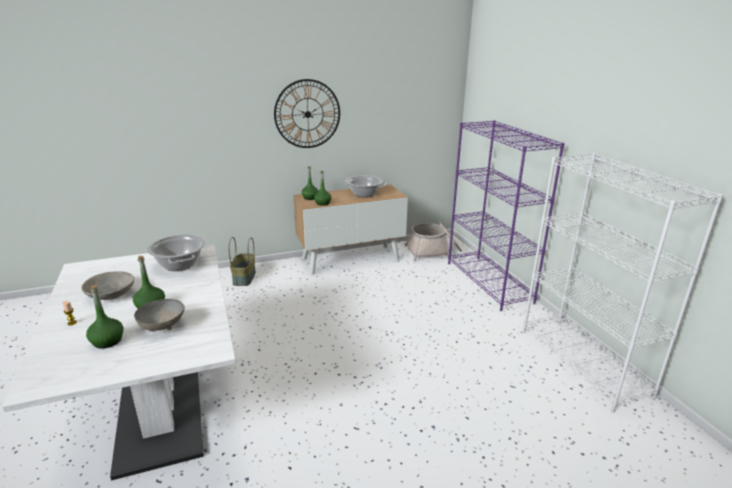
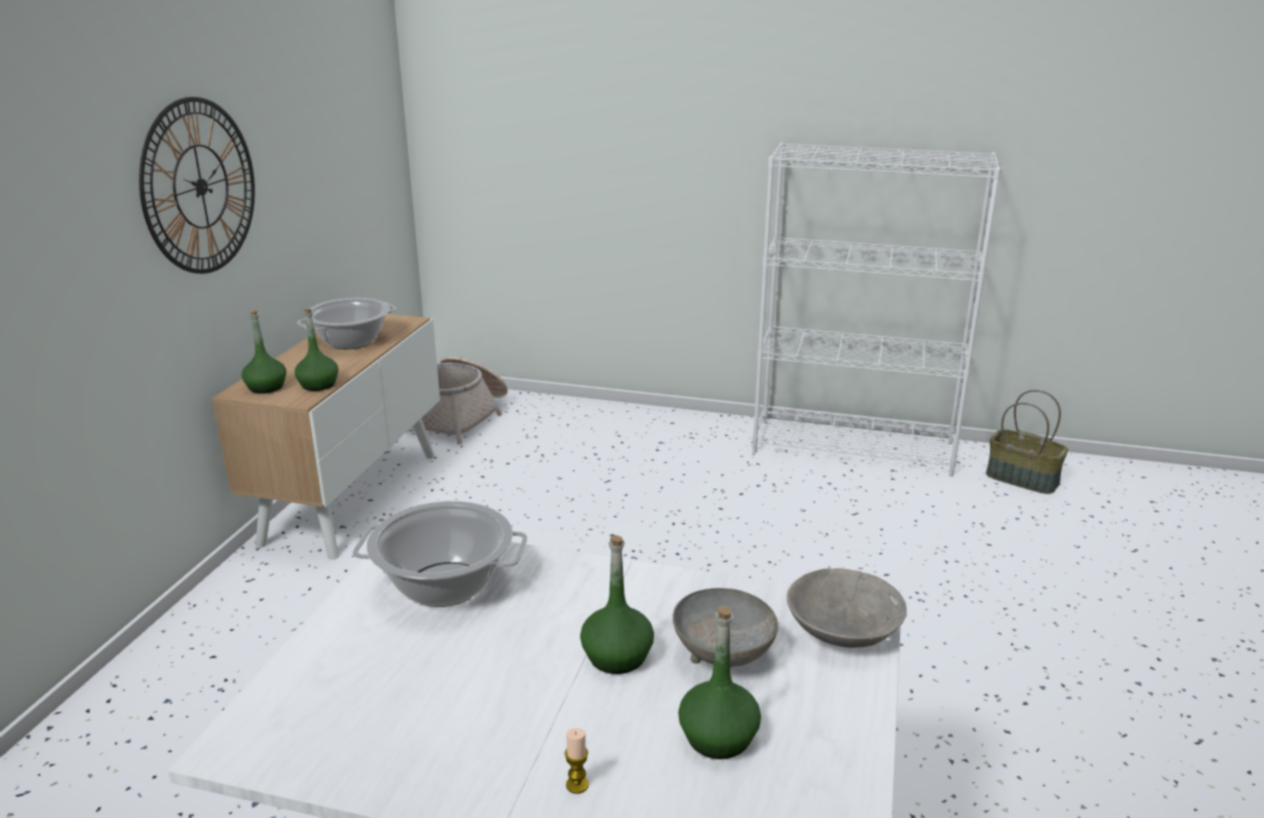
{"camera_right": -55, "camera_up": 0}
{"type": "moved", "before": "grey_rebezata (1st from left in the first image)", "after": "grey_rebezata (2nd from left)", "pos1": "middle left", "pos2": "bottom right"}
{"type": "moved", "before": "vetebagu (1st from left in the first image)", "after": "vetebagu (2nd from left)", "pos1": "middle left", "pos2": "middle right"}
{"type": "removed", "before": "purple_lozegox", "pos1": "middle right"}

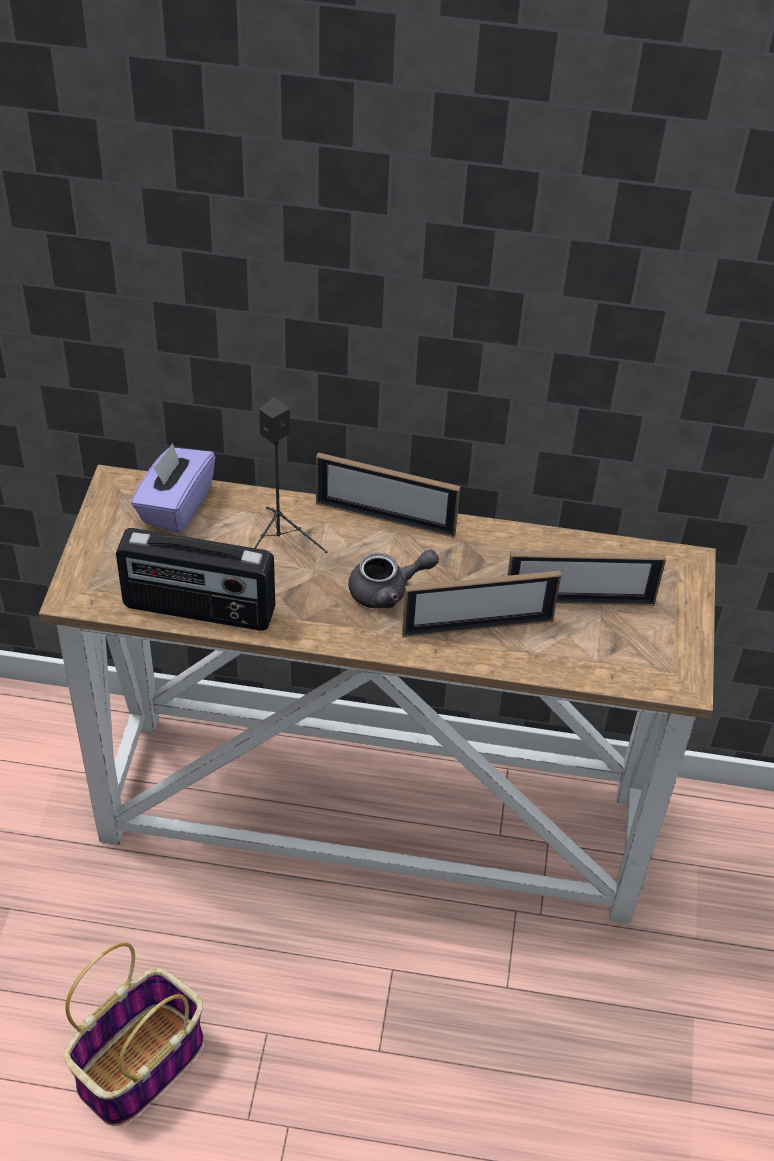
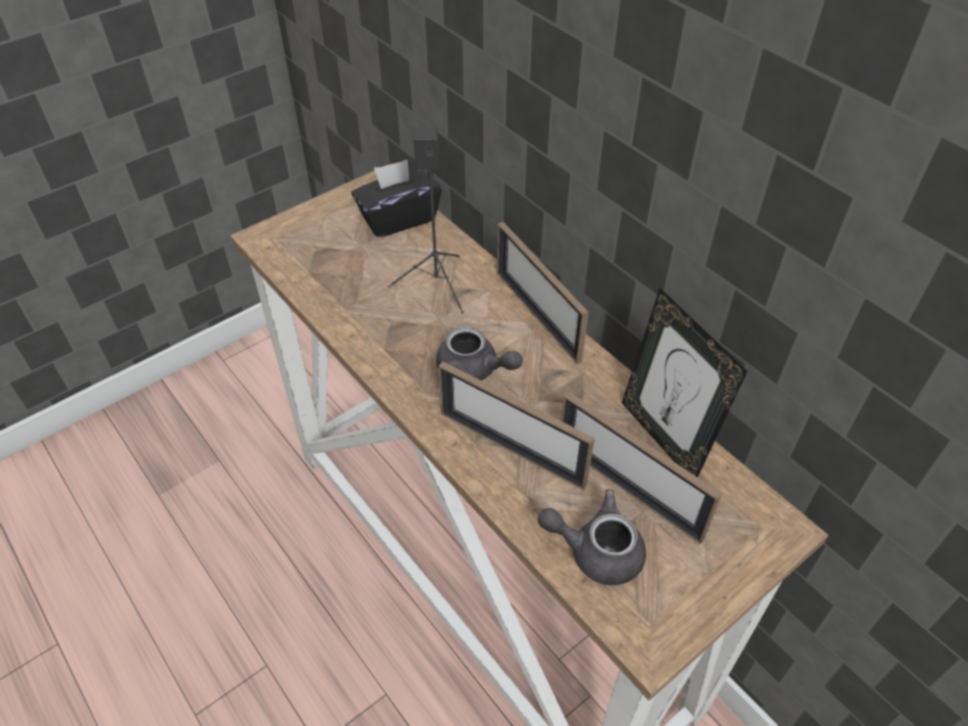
{"camera_right": 45, "camera_up": 0}
{"type": "recoloured", "before": "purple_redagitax", "after": "black_redagitax", "pos1": "middle left", "pos2": "top centre"}
{"type": "added", "after": "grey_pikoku (2nd from left)", "pos2": "bottom centre"}
{"type": "added", "after": "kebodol (4th from left)", "pos2": "middle right"}
{"type": "removed", "before": "vetebagu", "pos1": "bottom left"}
{"type": "removed", "before": "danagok", "pos1": "middle left"}

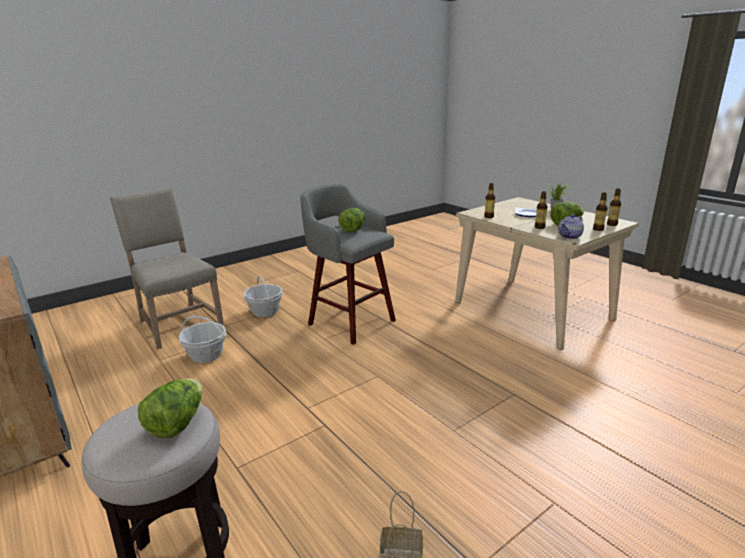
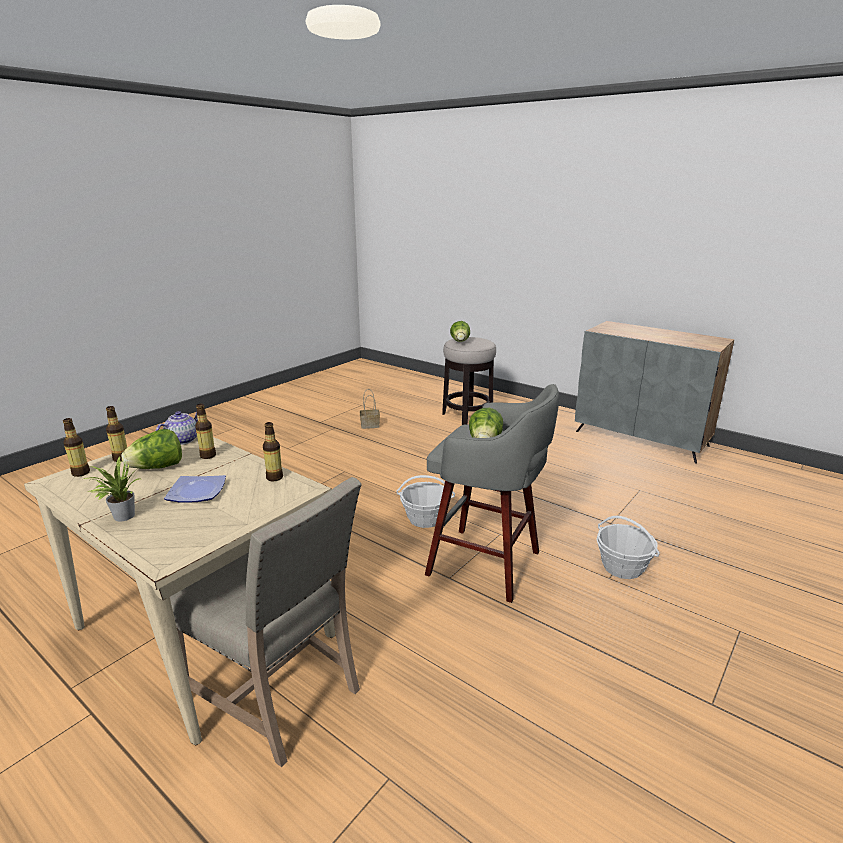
{"camera_right": 165, "camera_up": 0}
{"type": "moved", "before": "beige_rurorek", "pos1": "middle left", "pos2": "bottom left"}
{"type": "moved", "before": "vetebagu (1st from left in the first image)", "after": "vetebagu (2nd from left)", "pos1": "middle left", "pos2": "centre"}

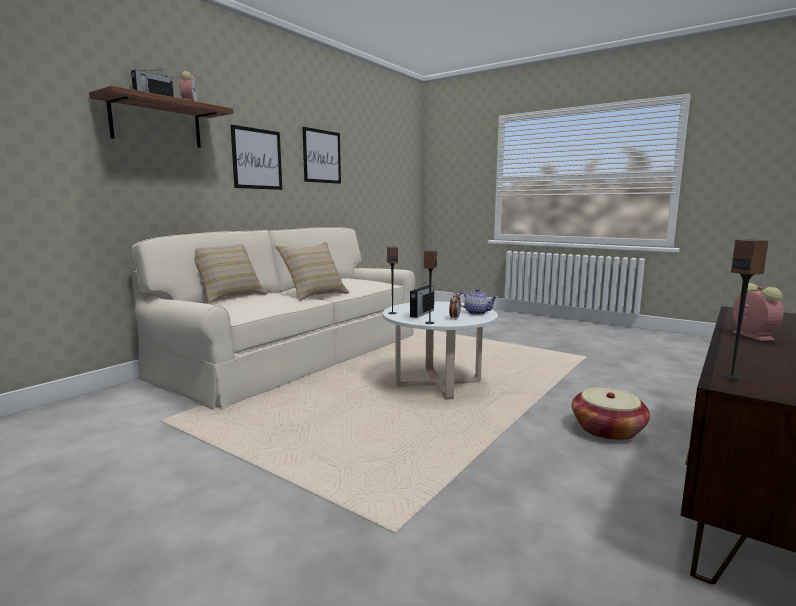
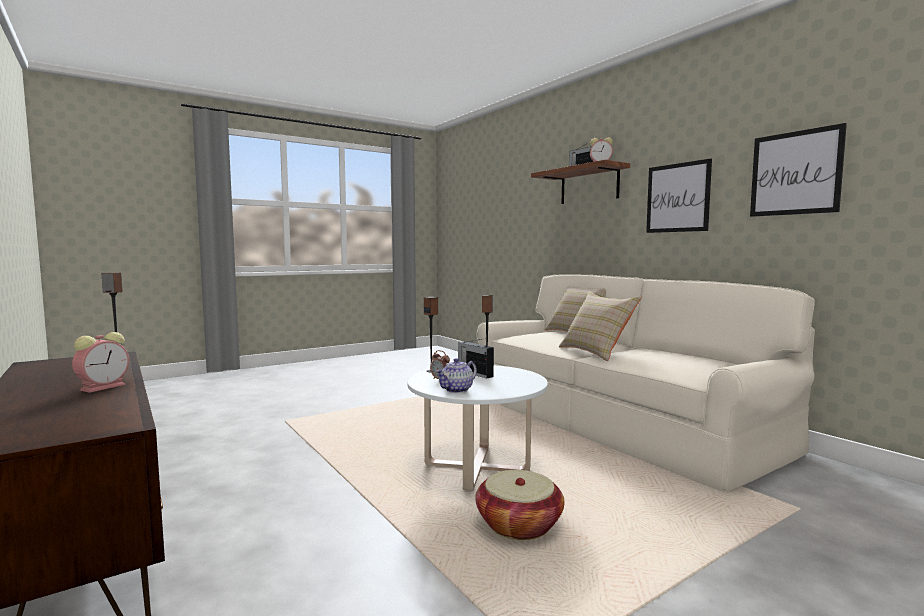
{"camera_right": 110, "camera_up": -5}
{"type": "turned", "before": "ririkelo (3rd from left in the first image)", "pos1": "middle right", "pos2": "middle left", "turn": -75}
{"type": "moved", "before": "vetebagu", "pos1": "bottom right", "pos2": "bottom centre"}

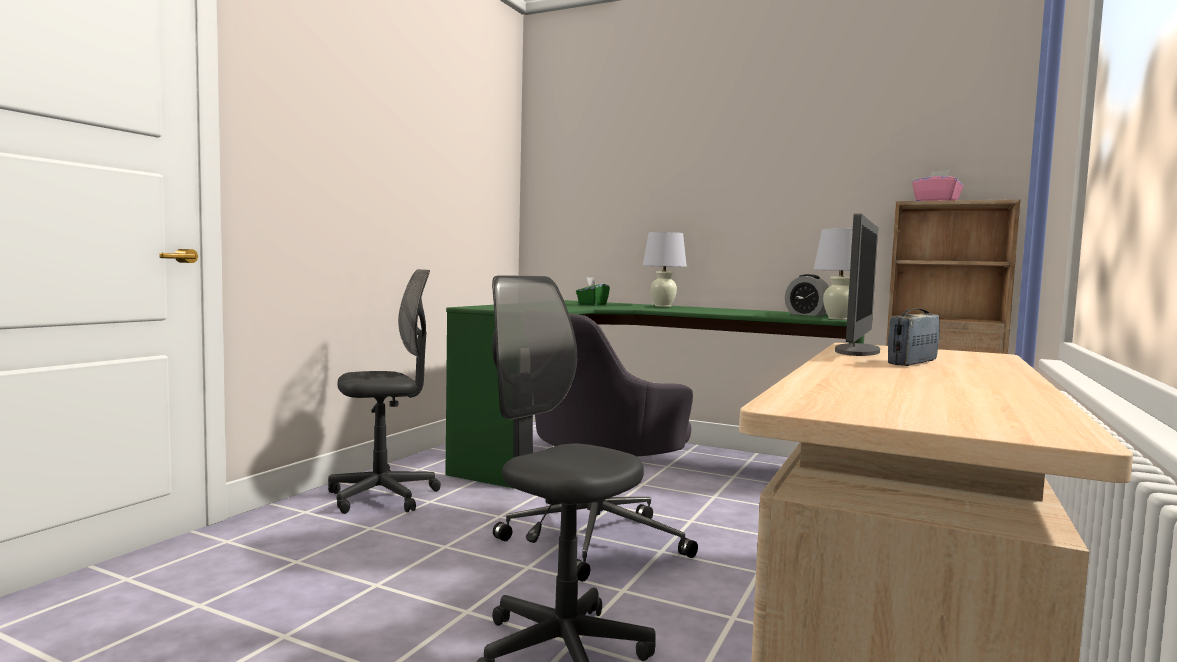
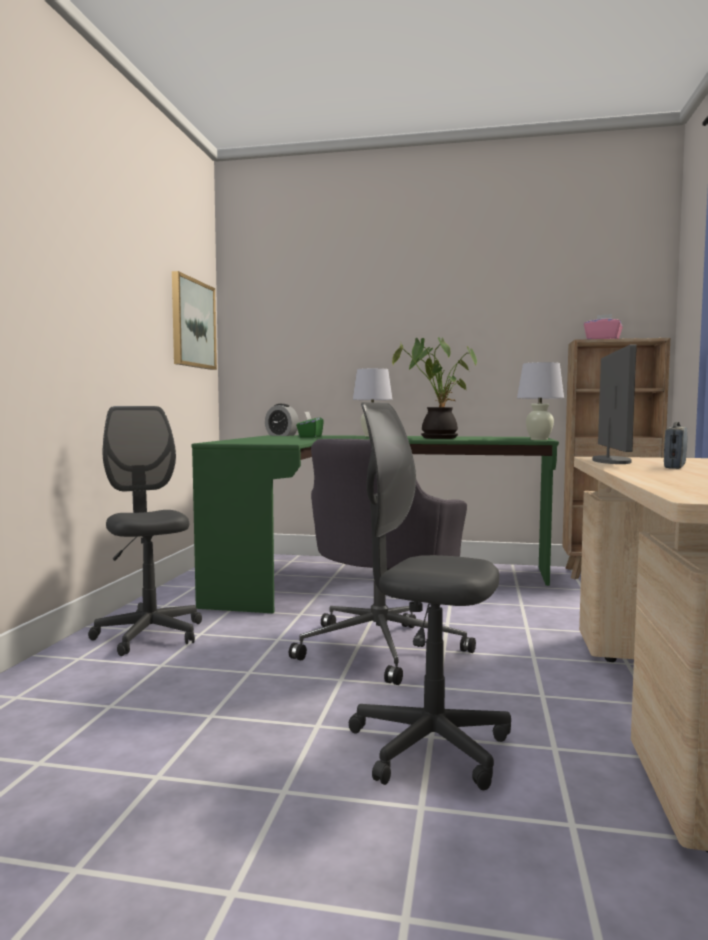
{"camera_right": -15, "camera_up": 0}
{"type": "turned", "before": "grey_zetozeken (1st from left)", "pos1": "middle left", "pos2": "middle left", "turn": -75}
{"type": "added", "after": "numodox", "pos2": "middle left"}
{"type": "moved", "before": "ririkelo", "pos1": "middle right", "pos2": "centre"}
{"type": "added", "after": "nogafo", "pos2": "centre"}

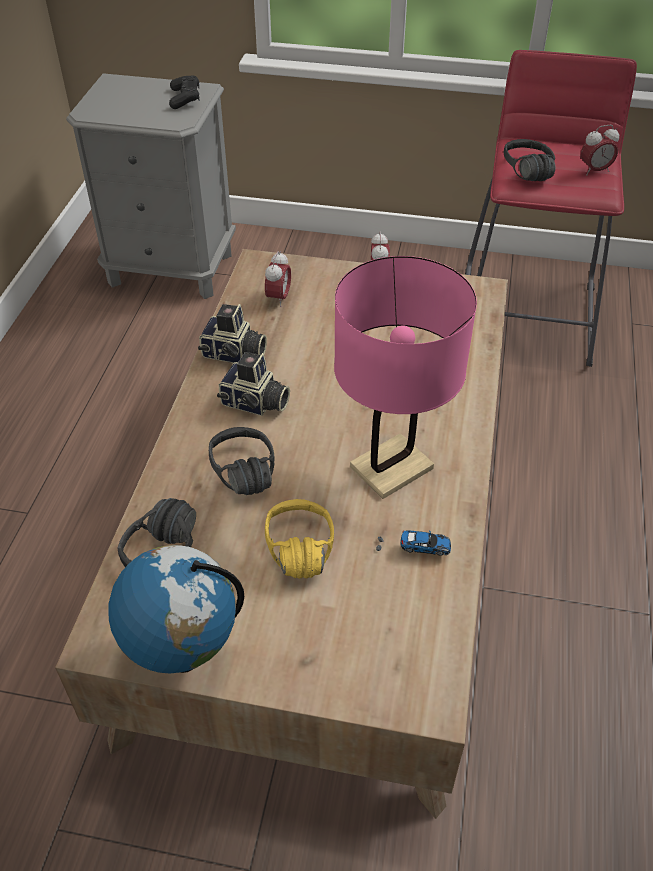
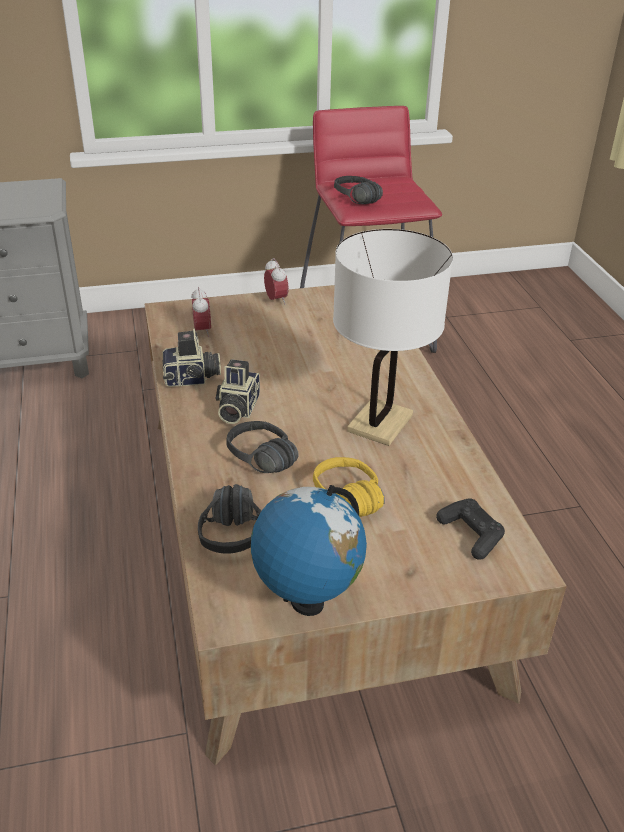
{"camera_right": -25, "camera_up": -10}
{"type": "turned", "before": "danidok (2nd from left)", "pos1": "centre", "pos2": "centre", "turn": 105}
{"type": "recoloured", "before": "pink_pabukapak", "after": "white_pabukapak", "pos1": "centre", "pos2": "centre"}
{"type": "moved", "before": "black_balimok", "pos1": "top left", "pos2": "middle right"}
{"type": "removed", "before": "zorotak", "pos1": "centre"}
{"type": "removed", "before": "ririkelo (3rd from left)", "pos1": "top right"}

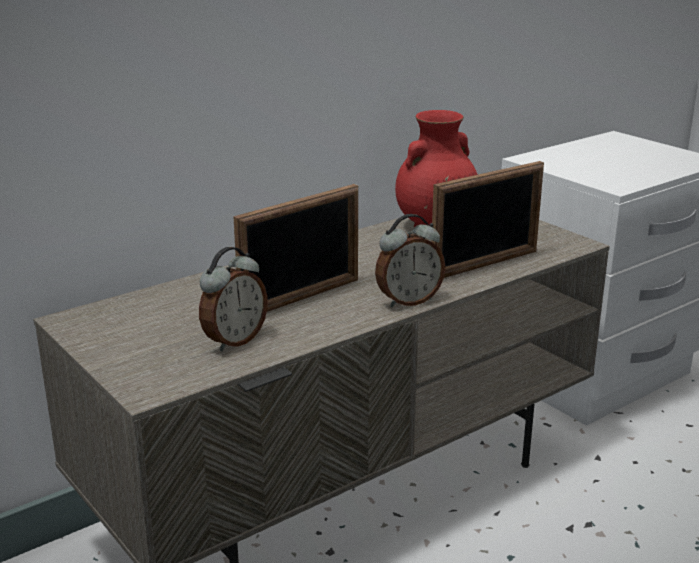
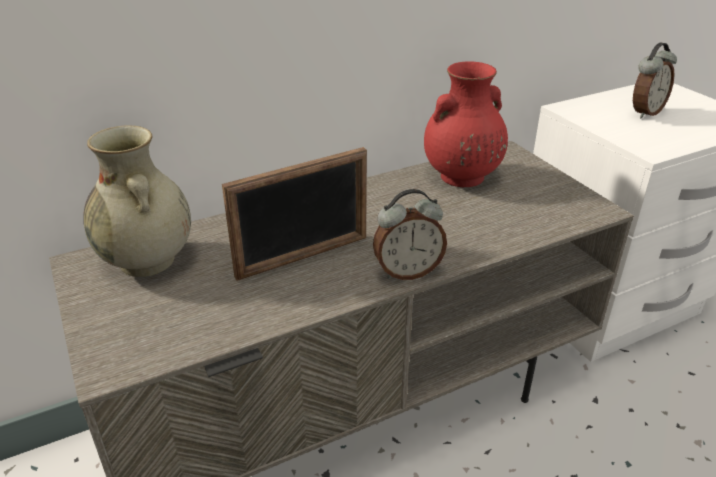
{"camera_right": 10, "camera_up": 10}
{"type": "added", "after": "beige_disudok", "pos2": "middle left"}
{"type": "moved", "before": "ririkelo (1st from left in the first image)", "after": "ririkelo (2nd from left)", "pos1": "centre", "pos2": "top right"}
{"type": "removed", "before": "kebodol (2nd from left)", "pos1": "middle right"}

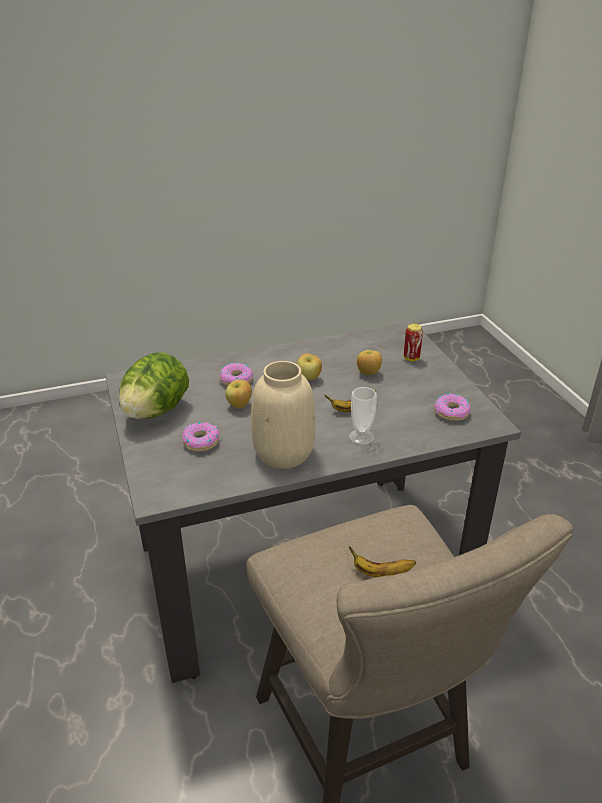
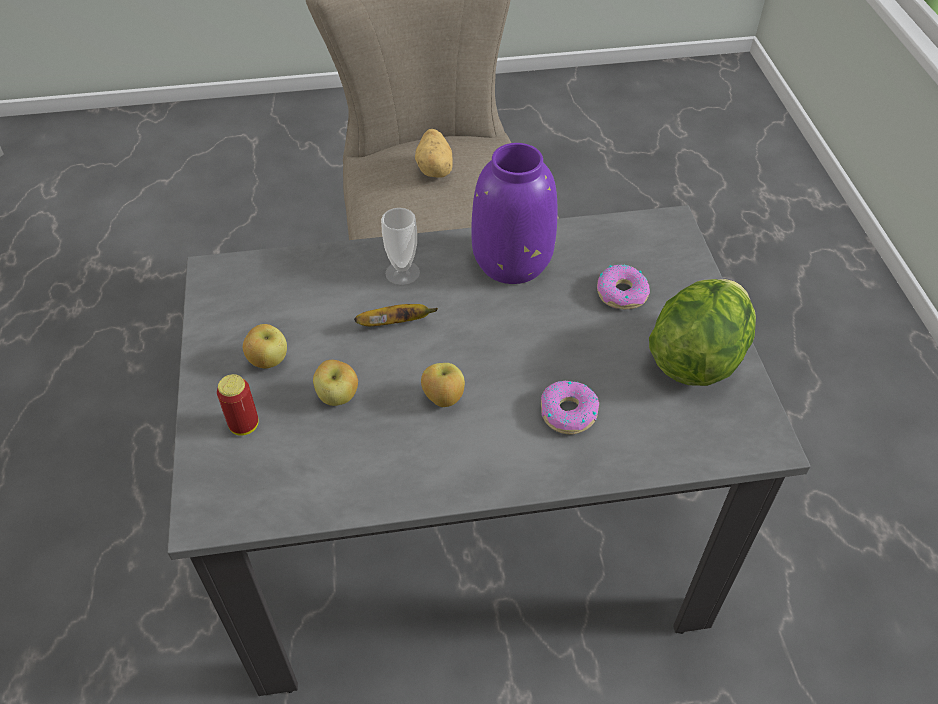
{"camera_right": -170, "camera_up": 15}
{"type": "moved", "before": "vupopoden (1st from left)", "pos1": "centre", "pos2": "middle left"}
{"type": "replaced", "before": "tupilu (2nd from left)", "after": "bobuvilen", "pos1": "bottom centre", "pos2": "top centre"}
{"type": "recoloured", "before": "beige_disudok", "after": "purple_disudok", "pos1": "centre", "pos2": "top centre"}
{"type": "removed", "before": "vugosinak (3rd from left)", "pos1": "middle right"}

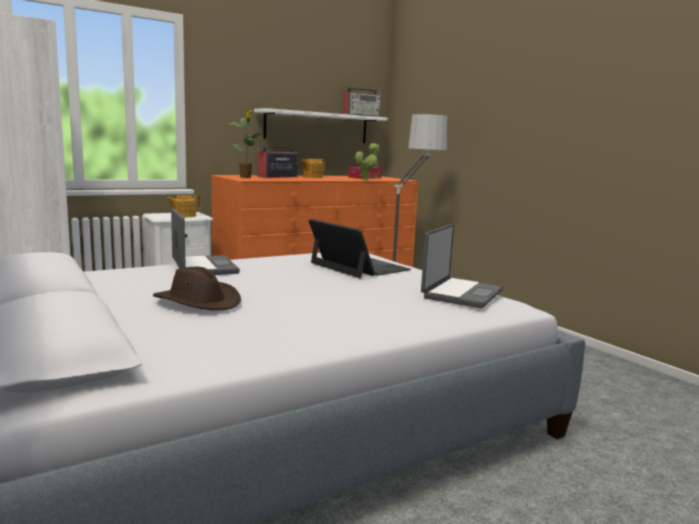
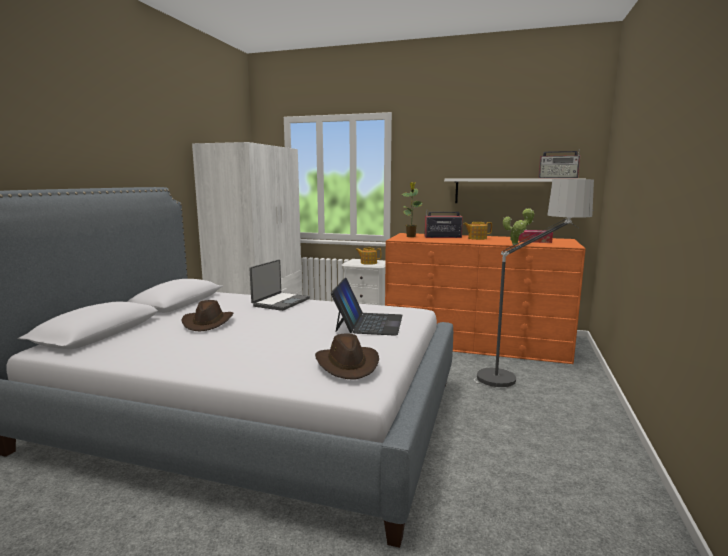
{"camera_right": 50, "camera_up": 0}
{"type": "replaced", "before": "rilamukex (3rd from left)", "after": "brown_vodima (2nd from left)", "pos1": "centre", "pos2": "centre"}

